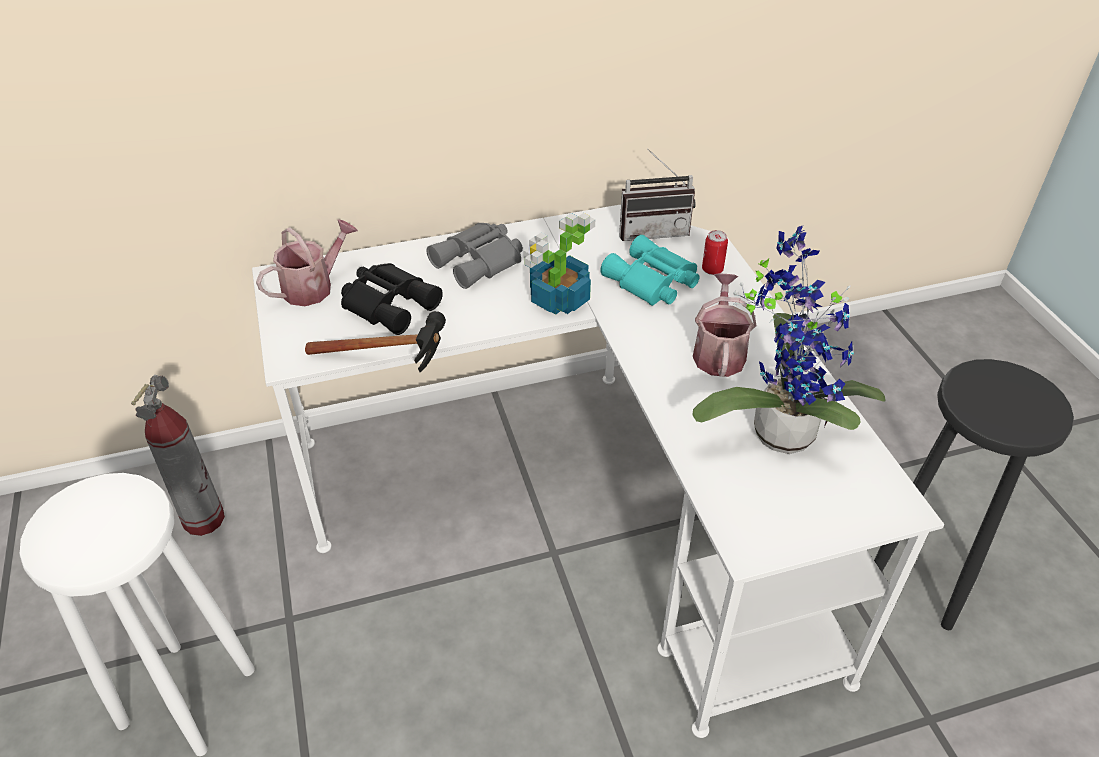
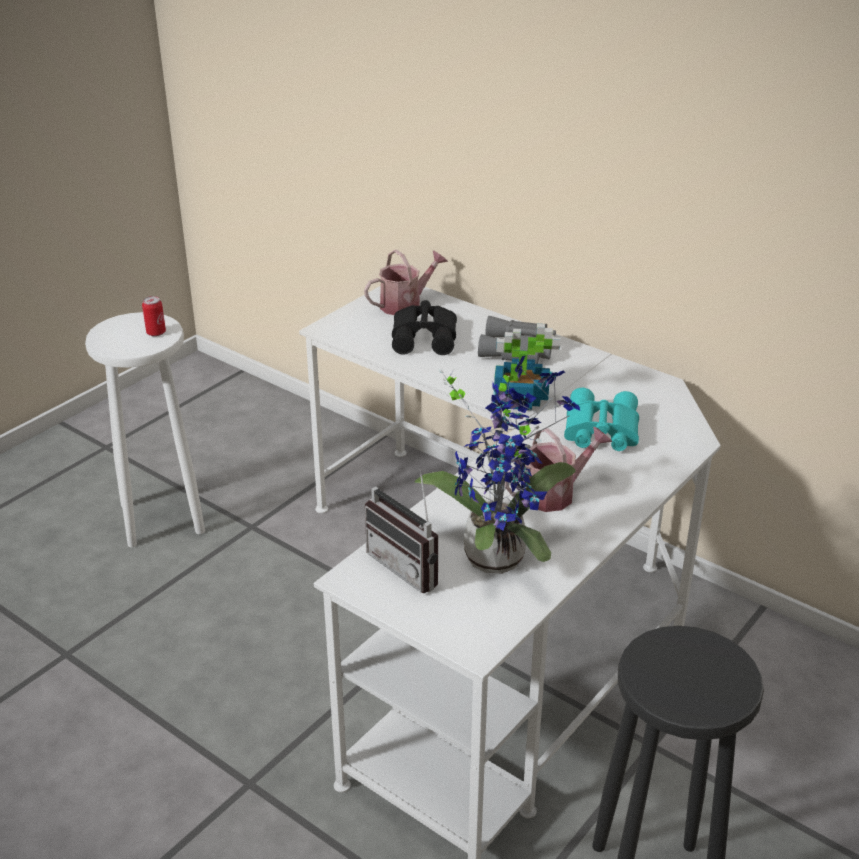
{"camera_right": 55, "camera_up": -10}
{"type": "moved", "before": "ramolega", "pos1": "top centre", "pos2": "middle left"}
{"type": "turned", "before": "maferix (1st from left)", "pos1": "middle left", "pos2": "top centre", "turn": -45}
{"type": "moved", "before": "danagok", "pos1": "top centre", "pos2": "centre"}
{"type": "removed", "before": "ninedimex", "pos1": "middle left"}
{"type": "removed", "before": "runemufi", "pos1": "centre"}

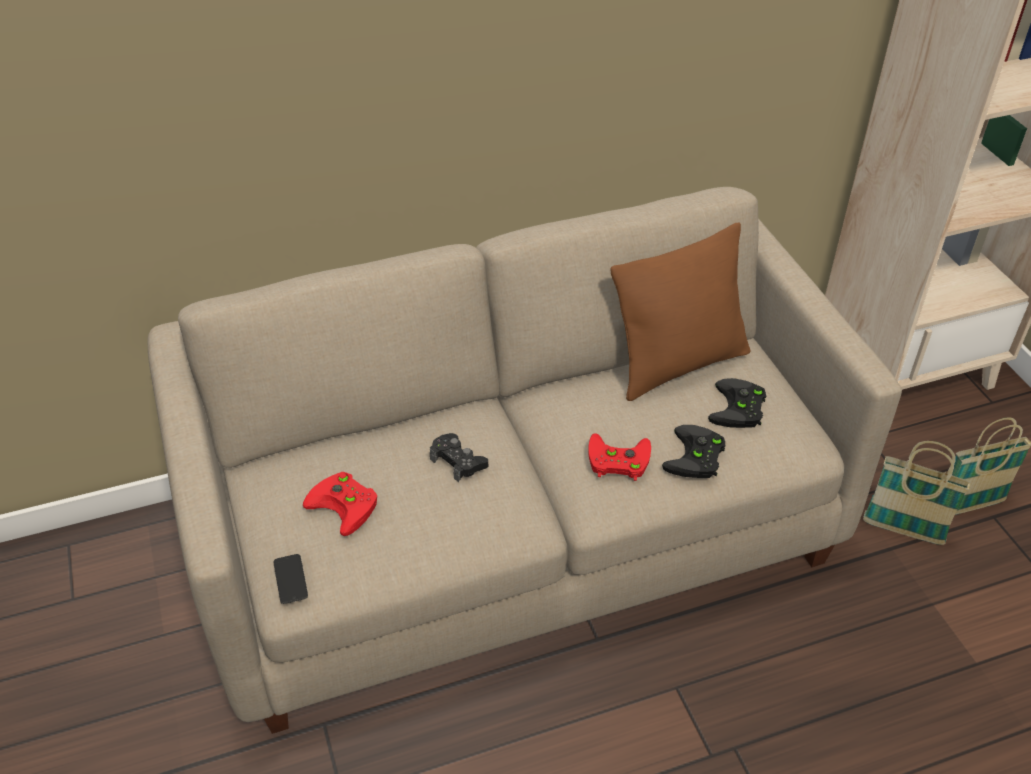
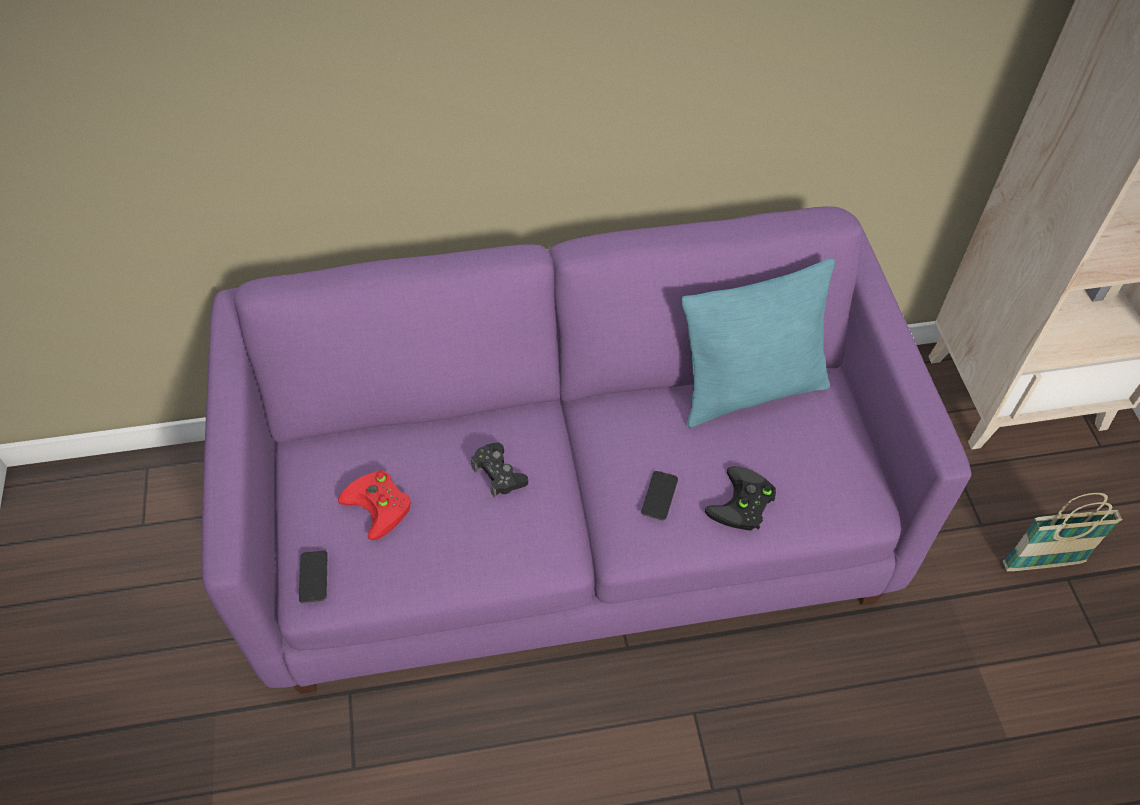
{"camera_right": 10, "camera_up": 10}
{"type": "recoloured", "before": "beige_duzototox", "after": "purple_duzototox", "pos1": "centre", "pos2": "centre"}
{"type": "replaced", "before": "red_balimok (2nd from left)", "after": "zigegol (2nd from left)", "pos1": "centre", "pos2": "centre"}
{"type": "recoloured", "before": "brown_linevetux", "after": "turquoise_linevetux", "pos1": "centre", "pos2": "centre"}
{"type": "removed", "before": "black_balimok (3rd from left)", "pos1": "middle right"}
{"type": "removed", "before": "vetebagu (1st from left)", "pos1": "middle right"}

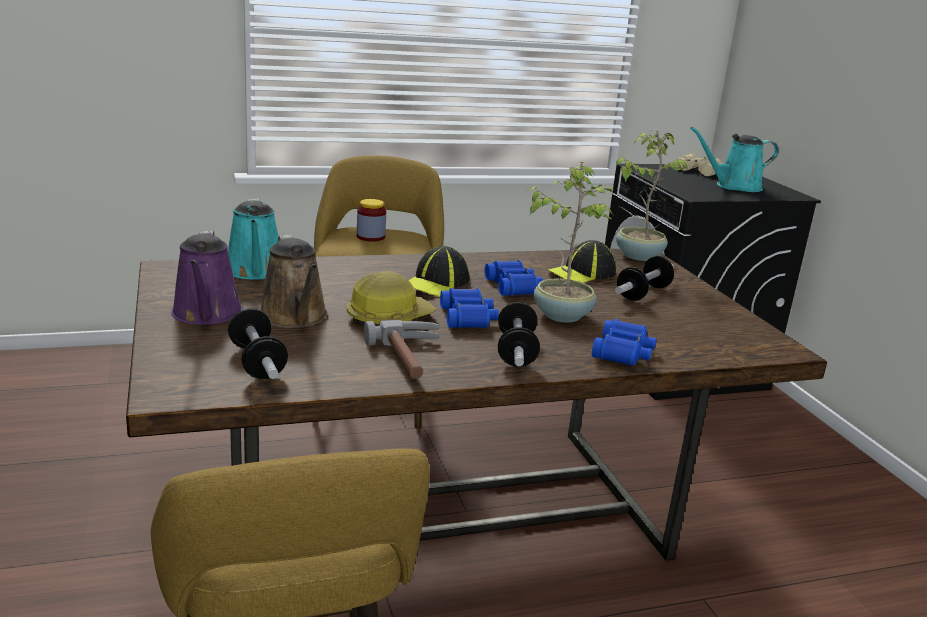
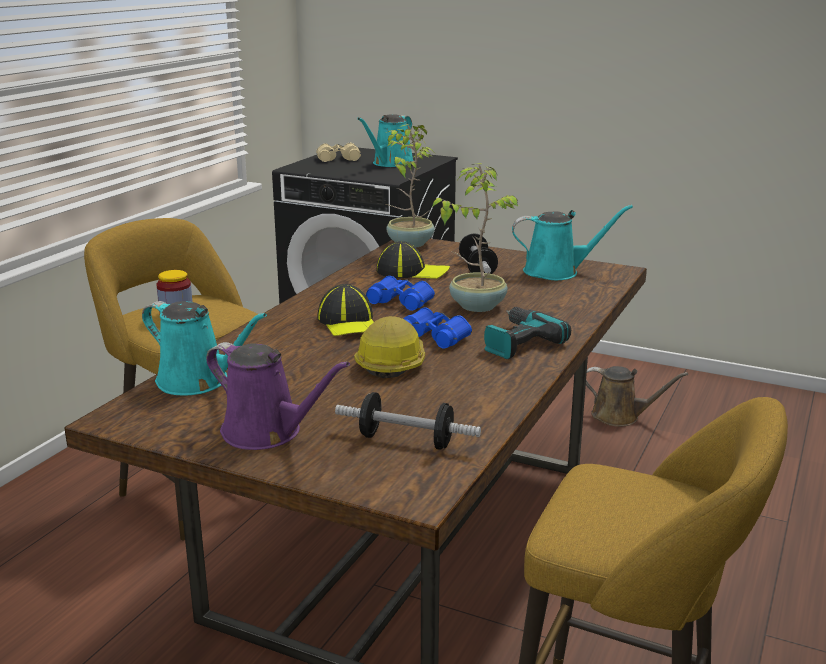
{"camera_right": -45, "camera_up": 0}
{"type": "turned", "before": "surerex (2nd from left)", "pos1": "centre", "pos2": "centre", "turn": -90}
{"type": "replaced", "before": "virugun (2nd from left)", "after": "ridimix", "pos1": "centre", "pos2": "centre"}
{"type": "added", "after": "turquoise_maferix (3rd from left)", "pos2": "middle right"}
{"type": "moved", "before": "brown_maferix", "pos1": "middle left", "pos2": "middle right"}
{"type": "removed", "before": "runemufi", "pos1": "centre"}
{"type": "removed", "before": "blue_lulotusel (3rd from left)", "pos1": "middle right"}

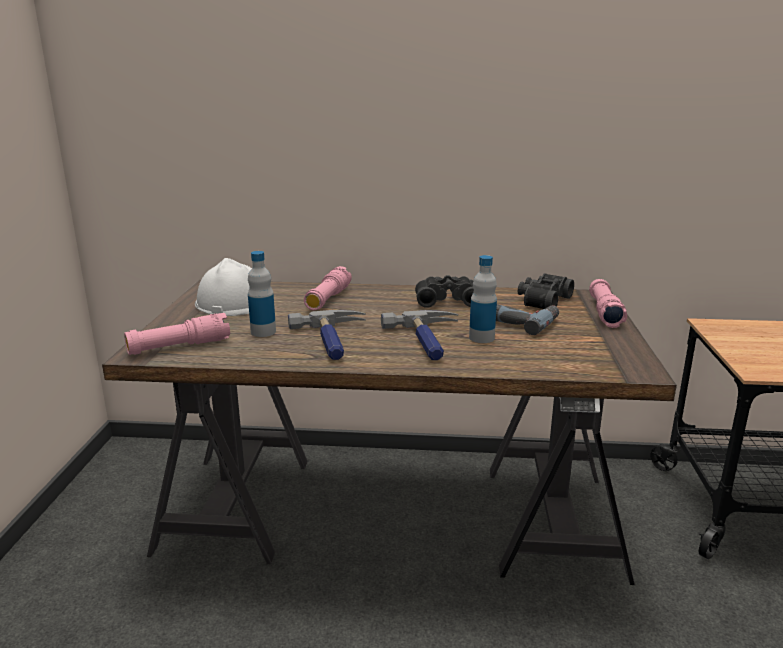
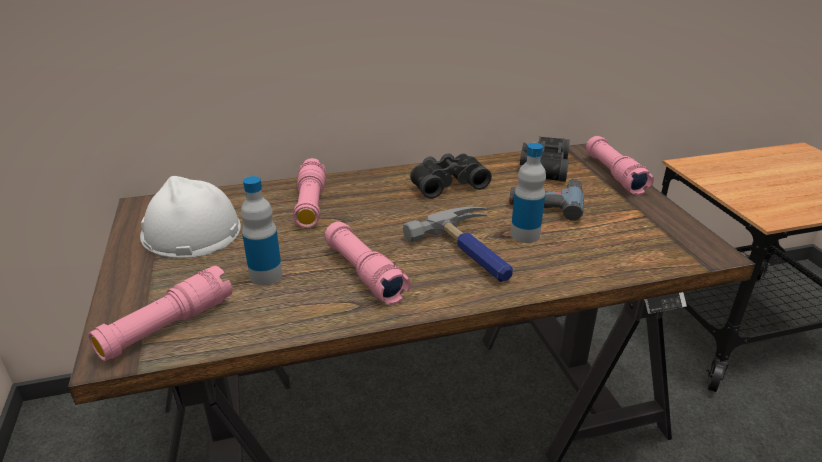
{"camera_right": -20, "camera_up": 10}
{"type": "replaced", "before": "runemufi (1st from left)", "after": "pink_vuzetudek (3rd from left)", "pos1": "centre", "pos2": "centre"}

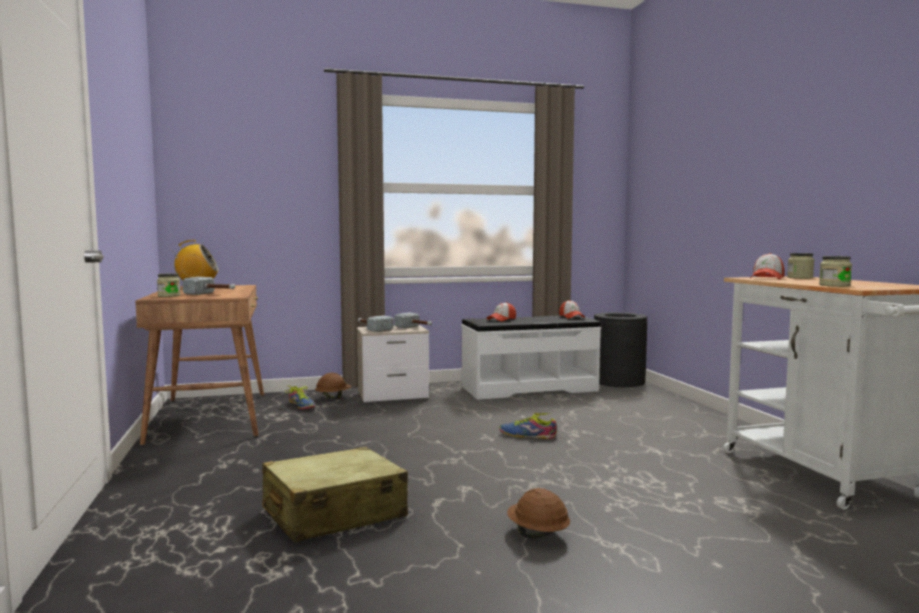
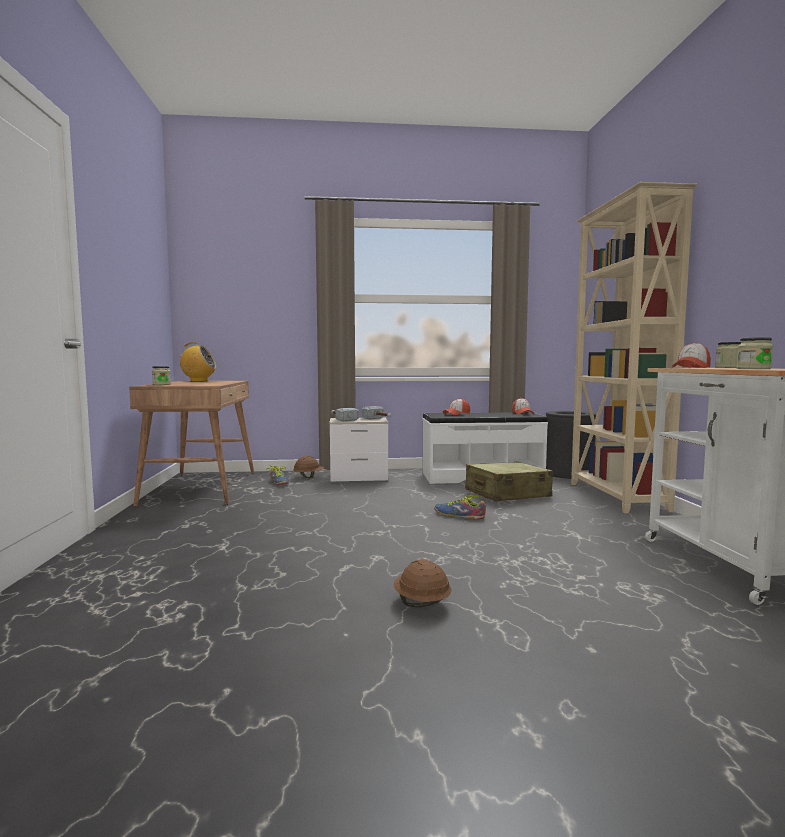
{"camera_right": 10, "camera_up": 0}
{"type": "moved", "before": "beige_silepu", "pos1": "bottom centre", "pos2": "centre"}
{"type": "added", "after": "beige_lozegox", "pos2": "middle right"}
{"type": "removed", "before": "runemufi (1st from left)", "pos1": "middle left"}

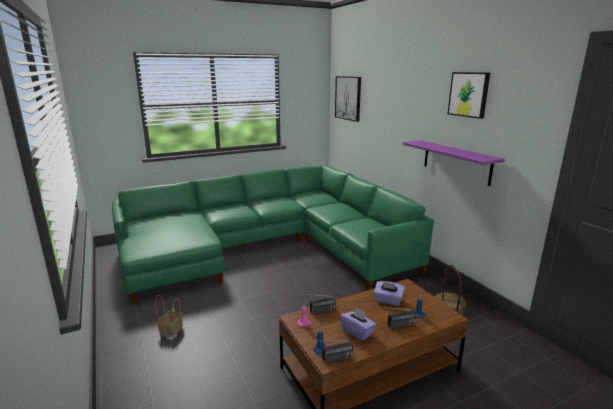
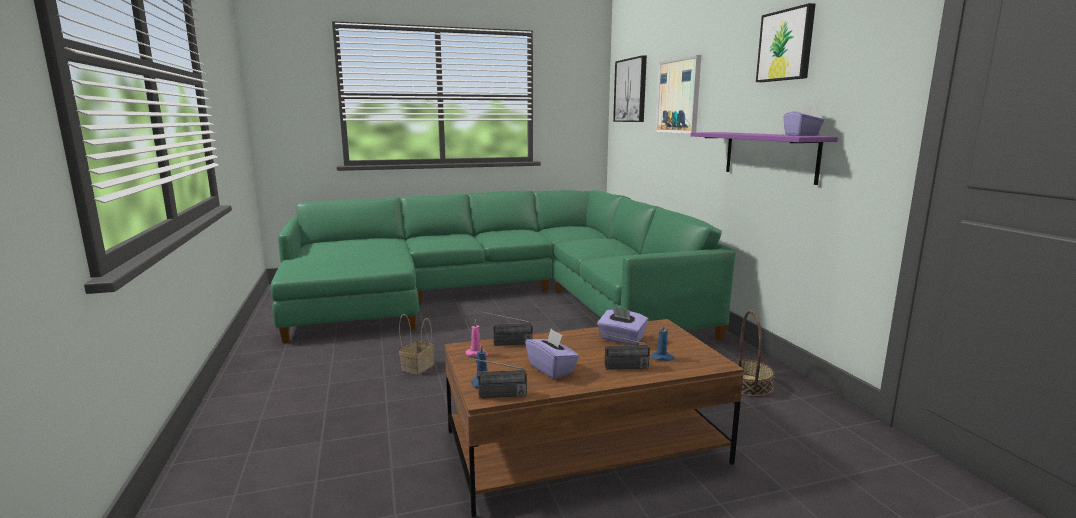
{"camera_right": 10, "camera_up": -5}
{"type": "moved", "before": "vetebagu (1st from left)", "pos1": "bottom left", "pos2": "centre"}
{"type": "added", "after": "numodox (2nd from left)", "pos2": "top centre"}
{"type": "added", "after": "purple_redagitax (3rd from left)", "pos2": "top right"}

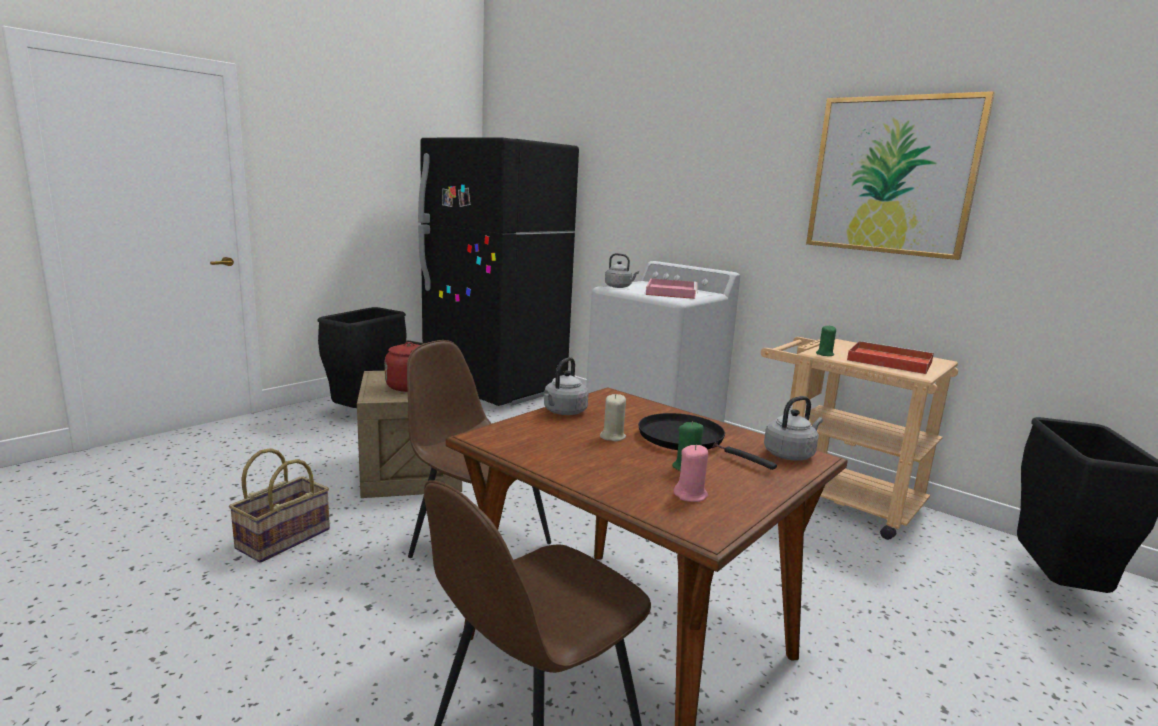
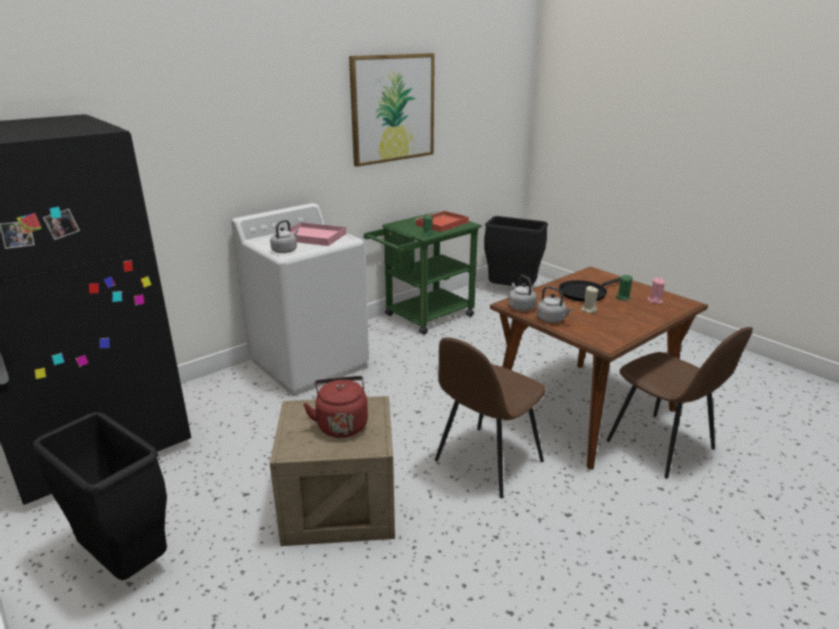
{"camera_right": -80, "camera_up": 10}
{"type": "recoloured", "before": "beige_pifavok", "after": "green_pifavok", "pos1": "middle right", "pos2": "centre"}
{"type": "moved", "before": "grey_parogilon (3rd from left in the first image)", "after": "grey_parogilon (2nd from left)", "pos1": "middle right", "pos2": "centre"}
{"type": "removed", "before": "vetebagu", "pos1": "bottom left"}

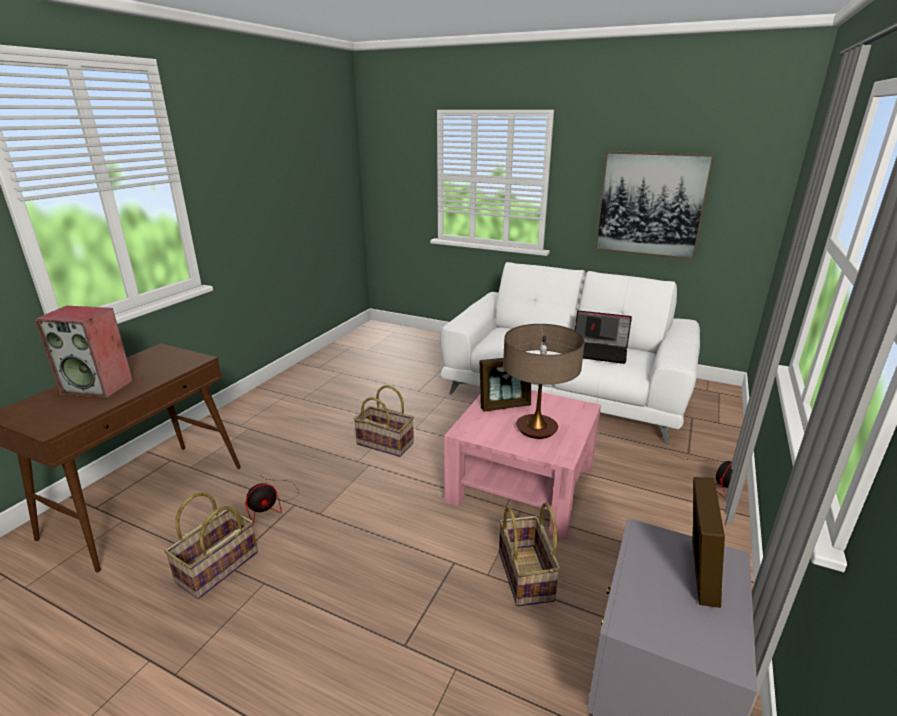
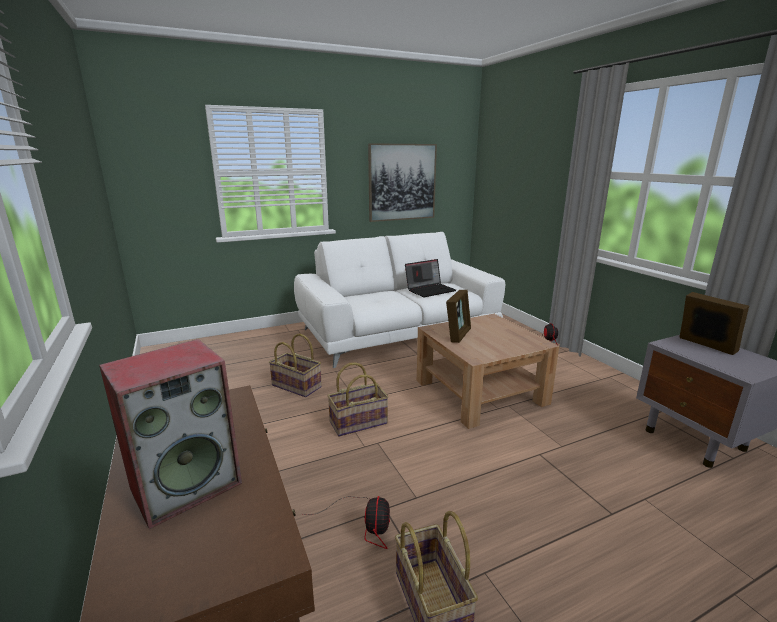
{"camera_right": -50, "camera_up": -5}
{"type": "moved", "before": "vetebagu (3rd from left in the first image)", "after": "vetebagu (1st from left)", "pos1": "bottom centre", "pos2": "centre"}
{"type": "recoloured", "before": "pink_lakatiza", "after": "brown_lakatiza", "pos1": "centre", "pos2": "centre"}
{"type": "removed", "before": "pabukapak", "pos1": "centre"}

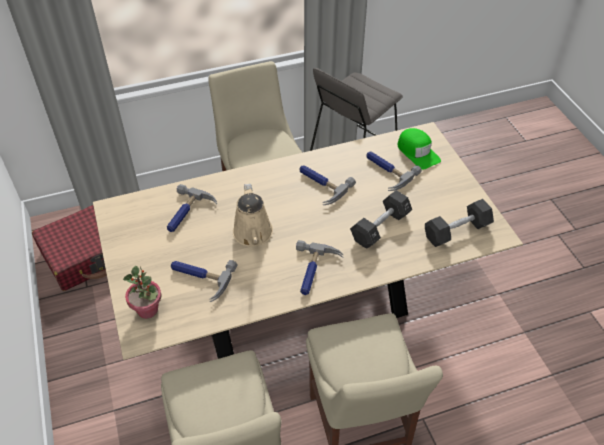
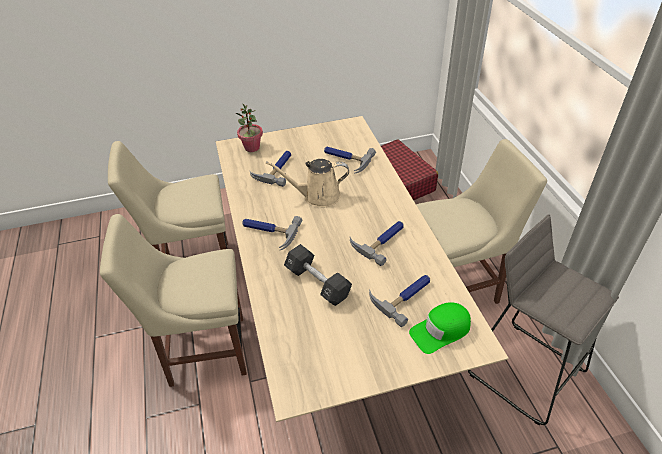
{"camera_right": 95, "camera_up": -5}
{"type": "removed", "before": "black_virugun (2nd from left)", "pos1": "middle right"}

